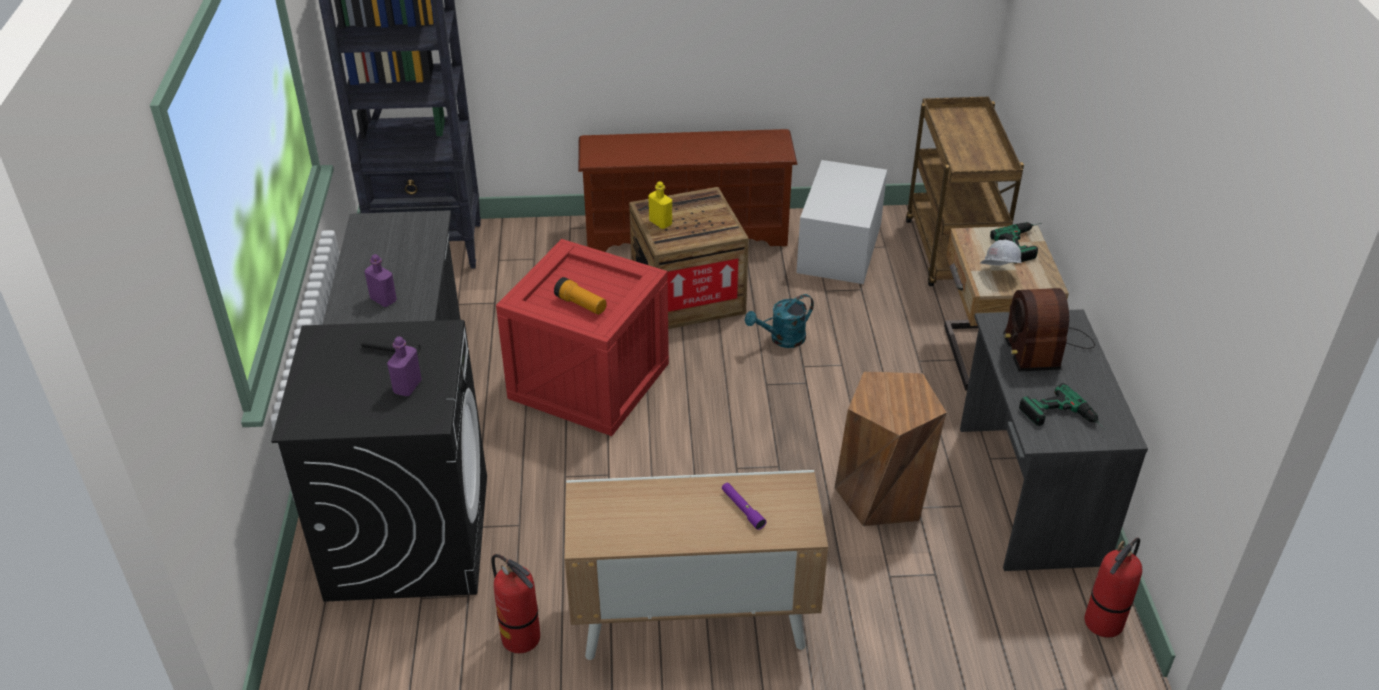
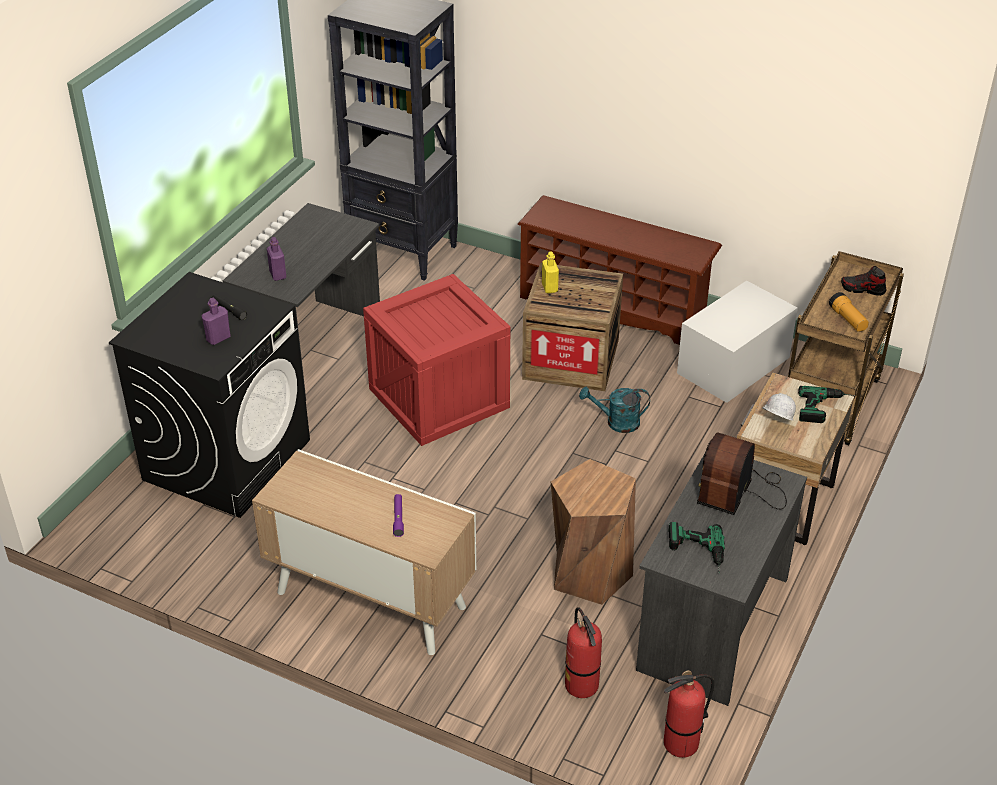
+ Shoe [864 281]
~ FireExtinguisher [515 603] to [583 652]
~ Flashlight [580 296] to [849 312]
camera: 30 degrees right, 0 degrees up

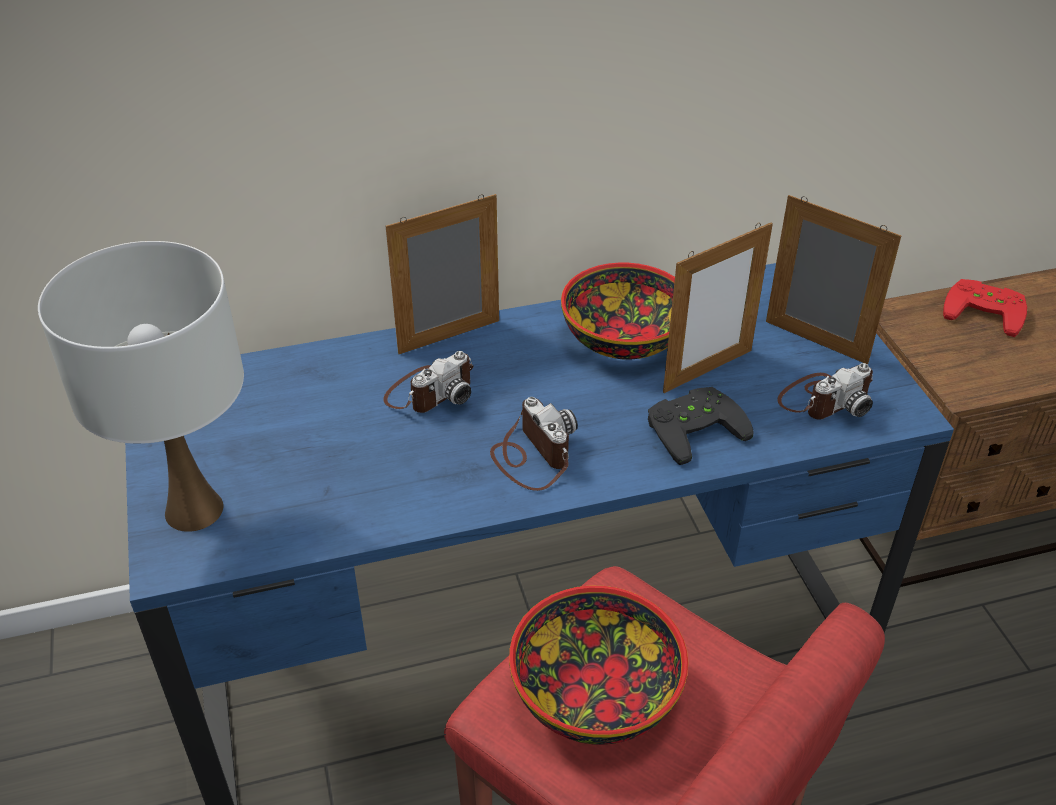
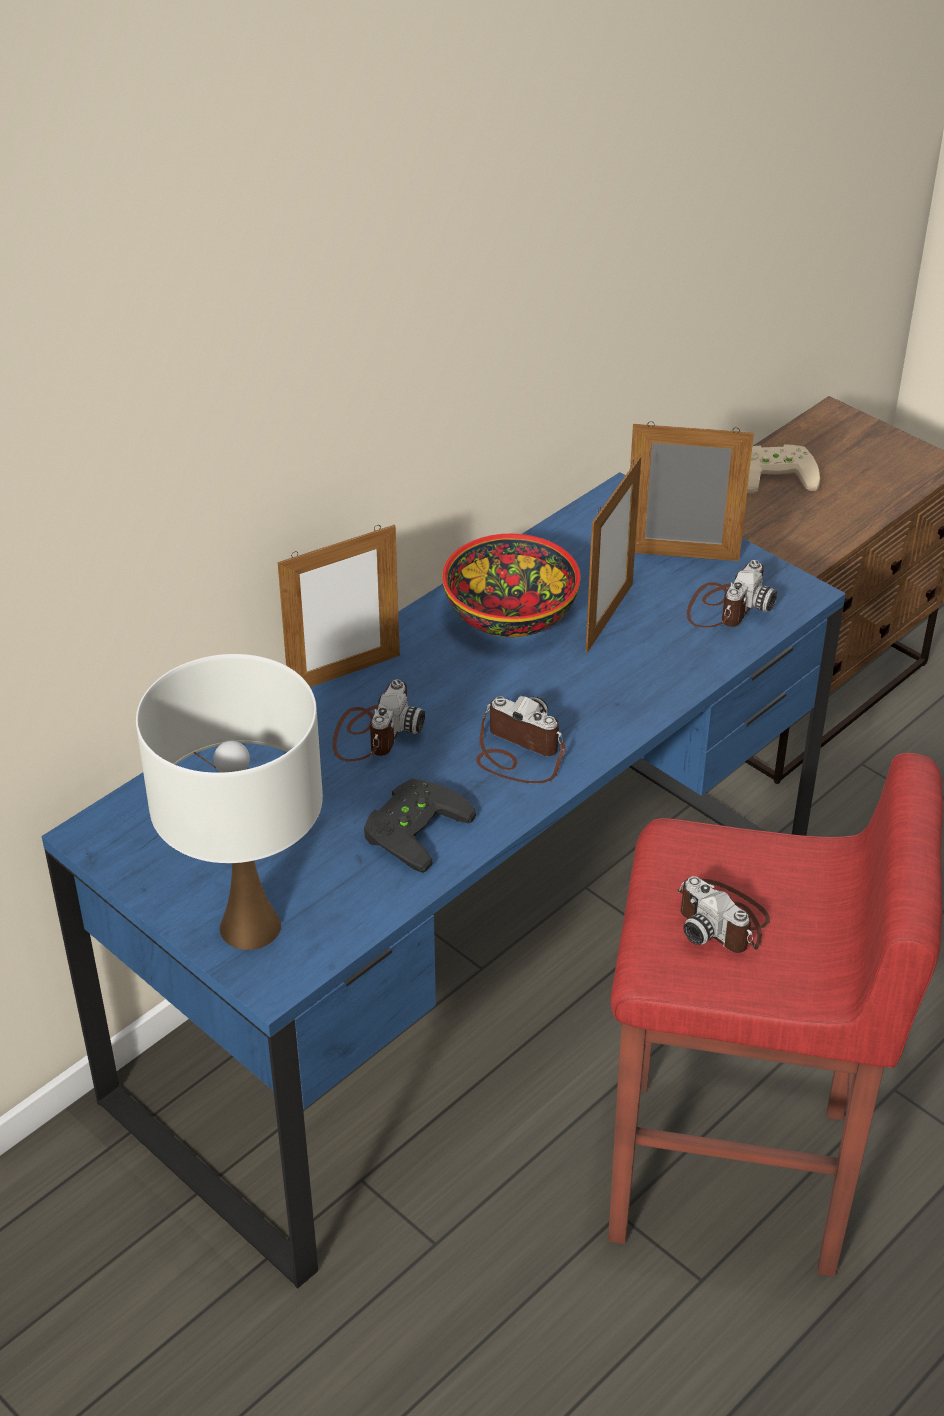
~ BlackGameController [701 426] to [420 825]
~ Bowl [598 665] to PhotoCamera [723 914]
~ RedGameController [985 308] to BeigeGameController [783 469]
~ PictureFrame [442 274] = [339 606] 150 degrees counterclockwise
camera: 30 degrees left, 0 degrees up

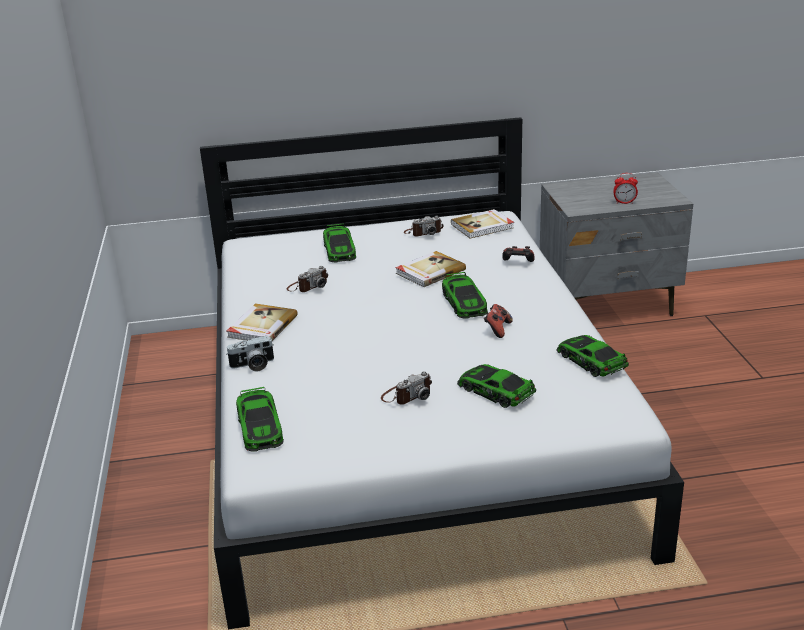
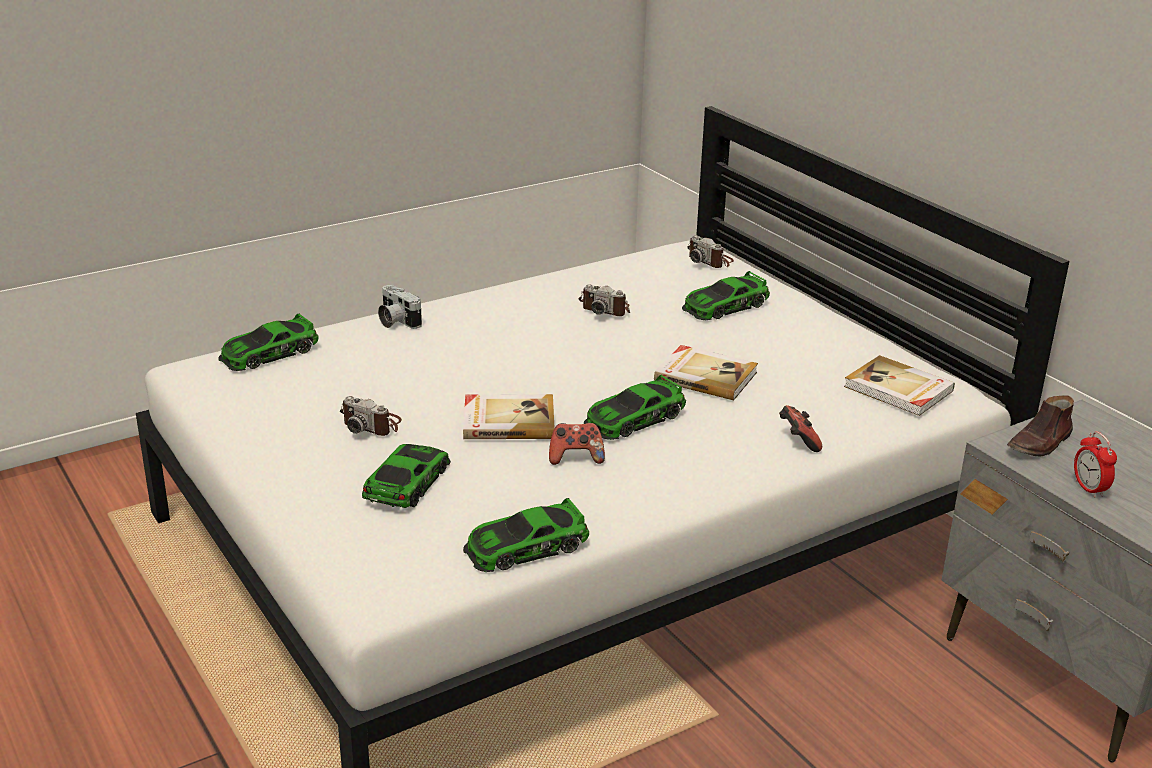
+ BrownShoe [1040 426]
~ Book [262 322] to [509 416]
~ PhotoCamera [424 226] to [710 251]
~ ToyCar [592 356] = [526 535] 150 degrees counterclockwise
camera: 65 degrees right, 0 degrees up

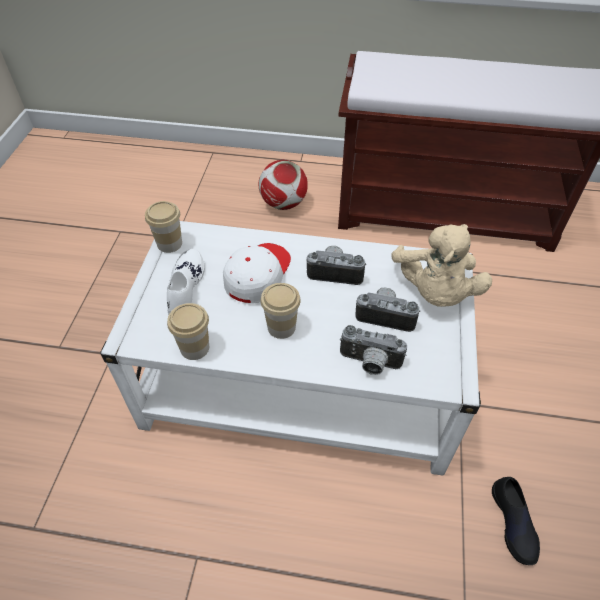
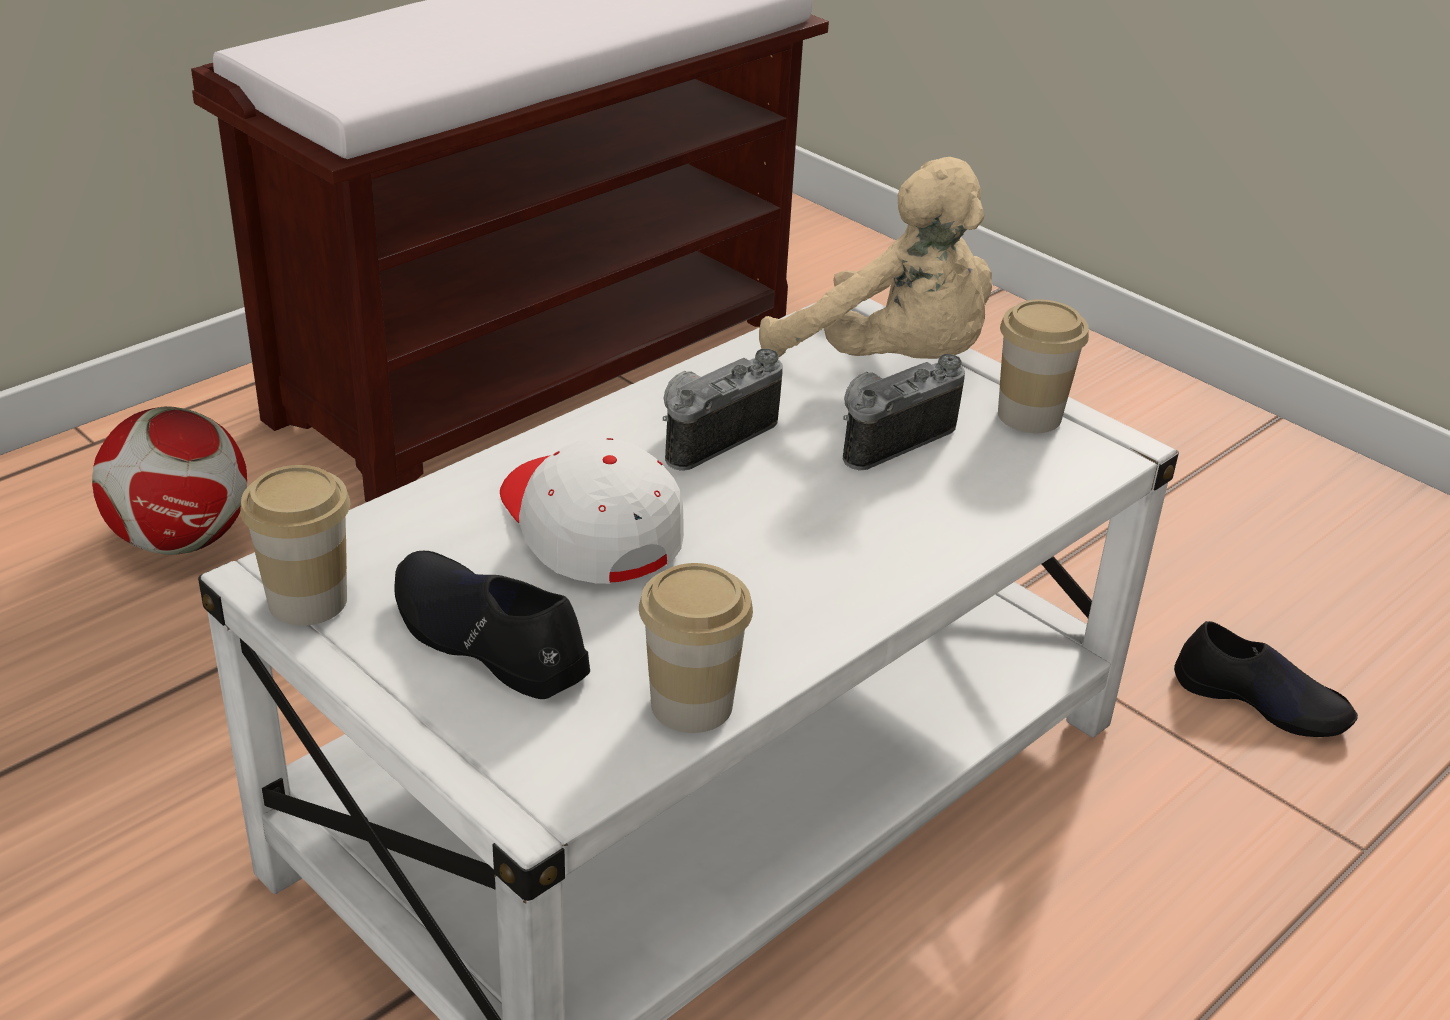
- PhotoCamera [373 350]
~ Cup [281 311] to [1043 366]
~ WhiteShoe [186 282] to BlackShoe [492 625]
camera: 55 degrees left, 15 degrees down

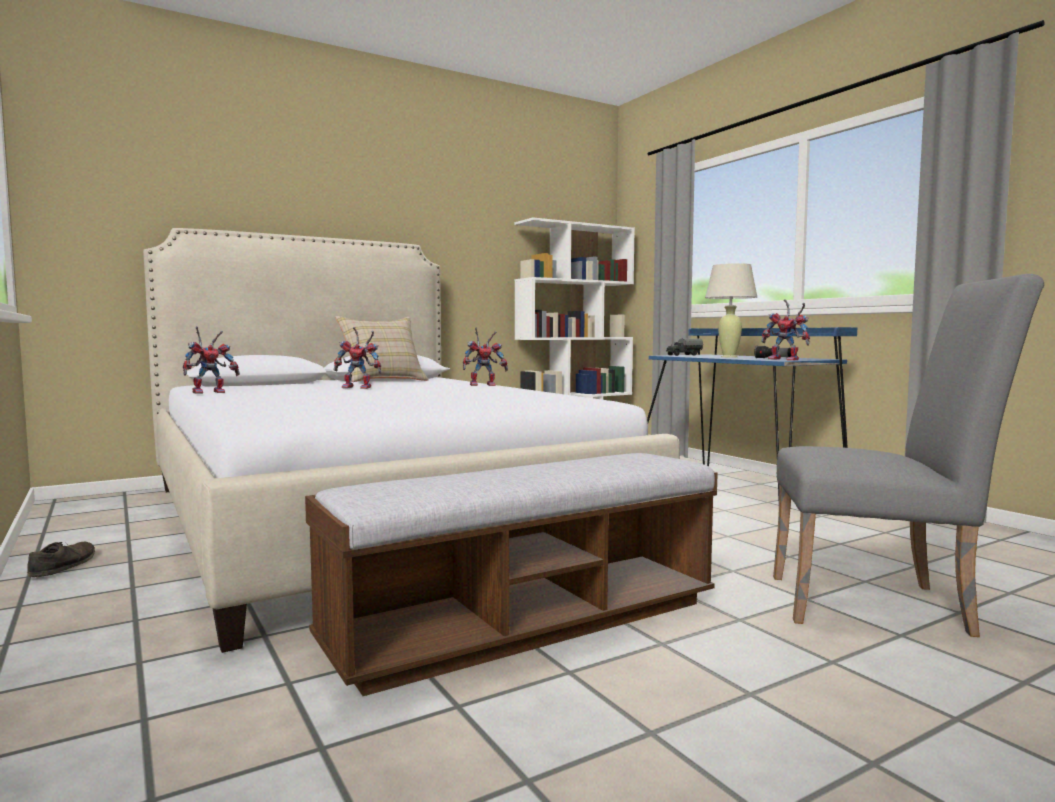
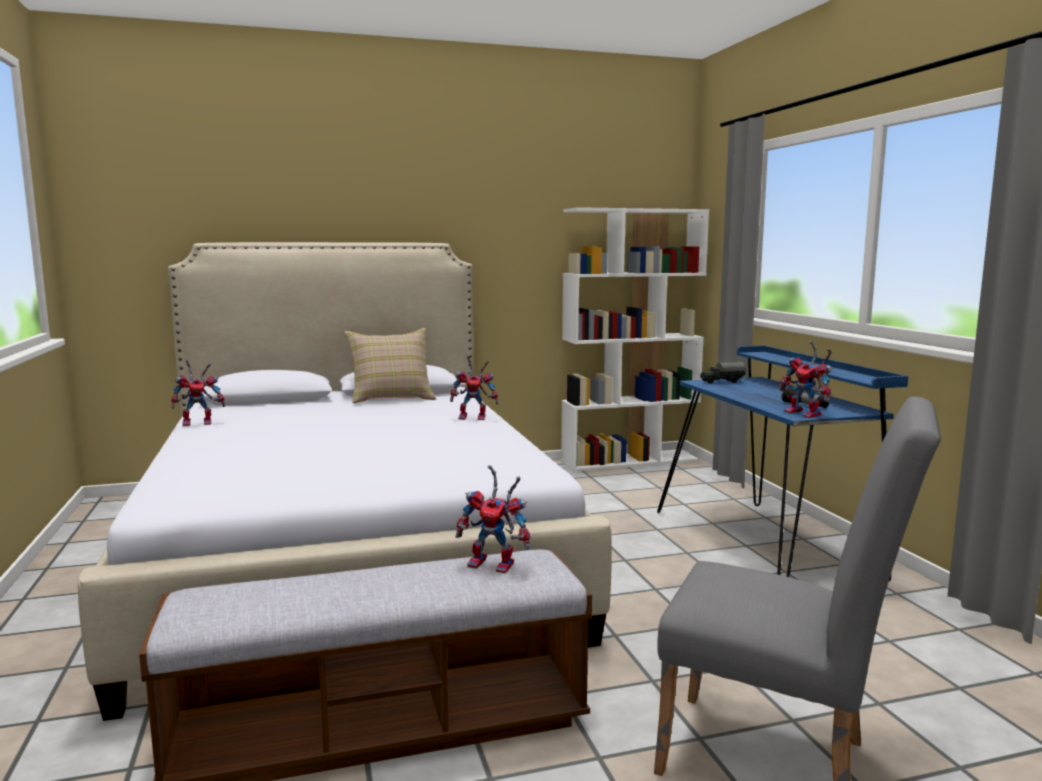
- BrownShoe [61 559]
- BeigeTableLamp [731 310]
~ ToyRobot [357 358] to [493 519]
camera: 15 degrees right, 5 degrees up

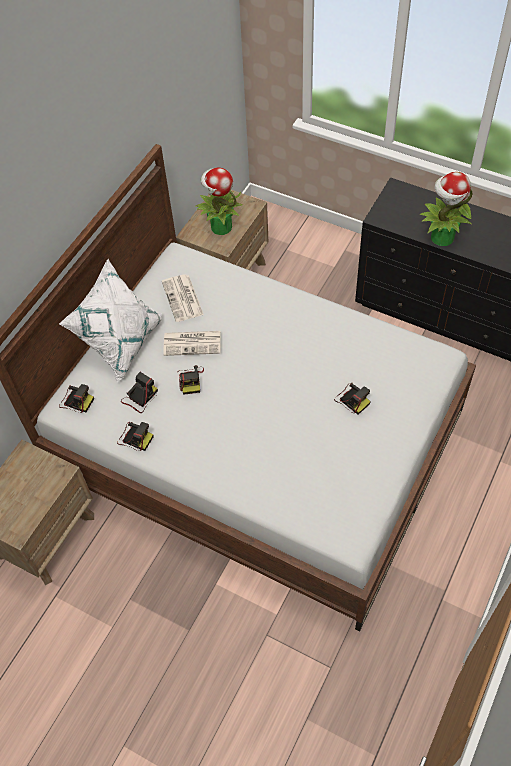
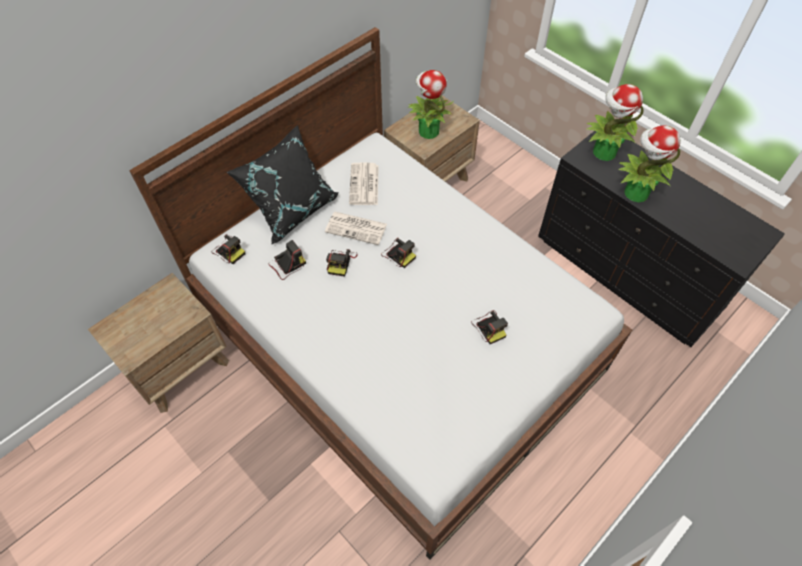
+ PottedPlant [615 122]
~ PhotoCamera [135 436] to [398 253]
~ WhitePillow [110 320] to BlackPillow [283 185]
camera: 15 degrees right, 0 degrees up

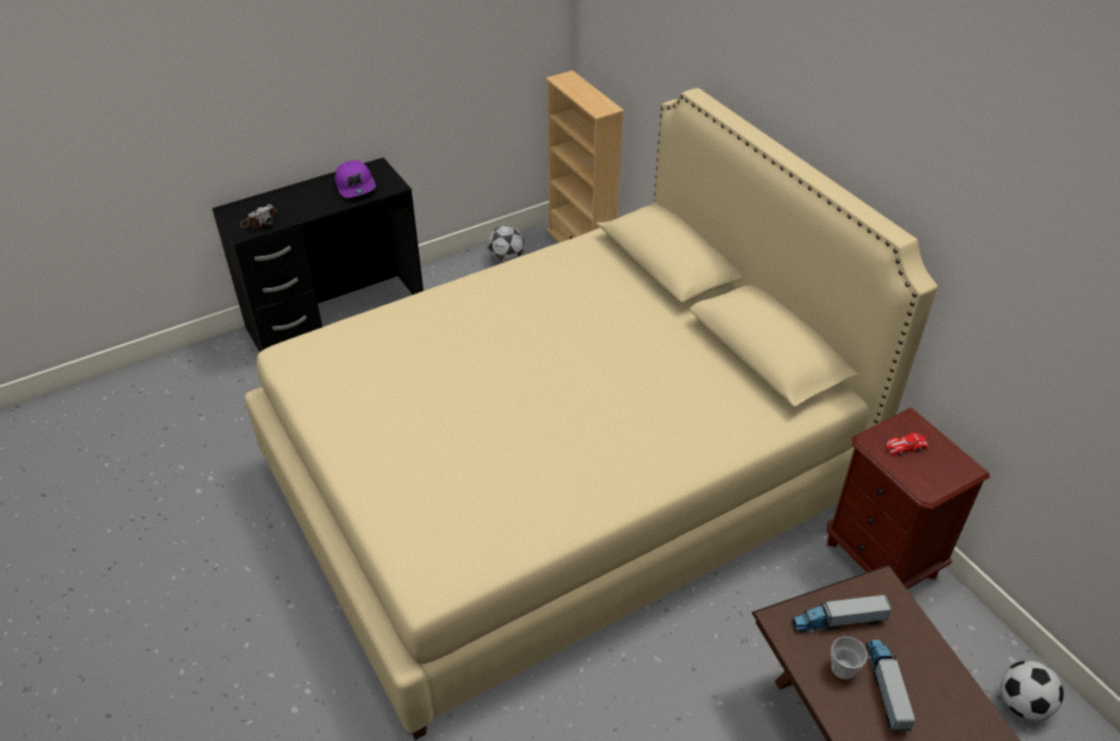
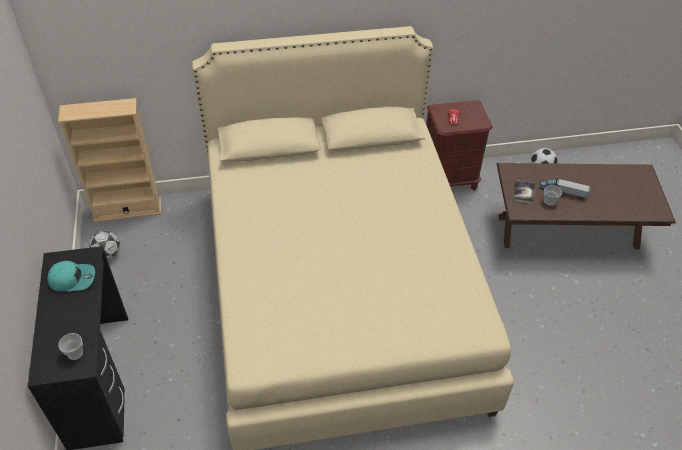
~ PhotoCamera [258 216] to Cup [70 346]
~ ToyTruck [841 613] to Book [524 192]
~ PurpleCap [355 179] to TurquoiseCap [71 276]
camera: 70 degrees left, 5 degrees up

